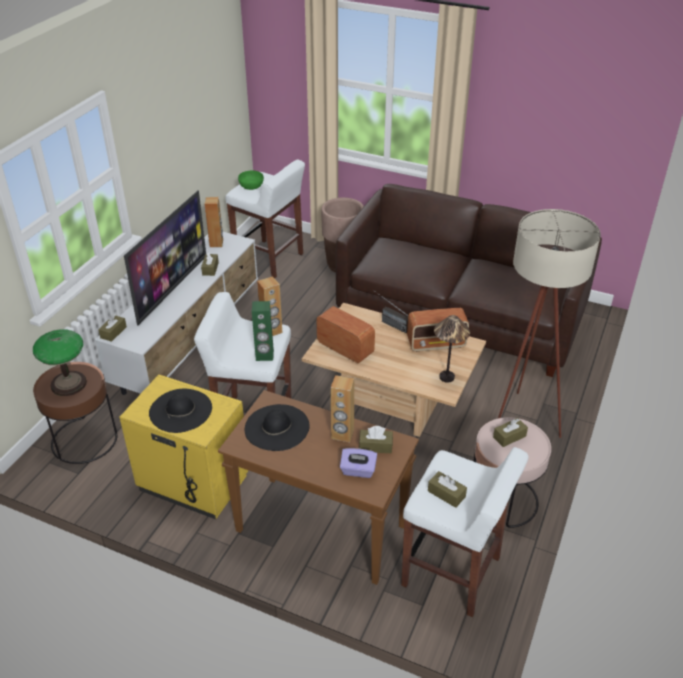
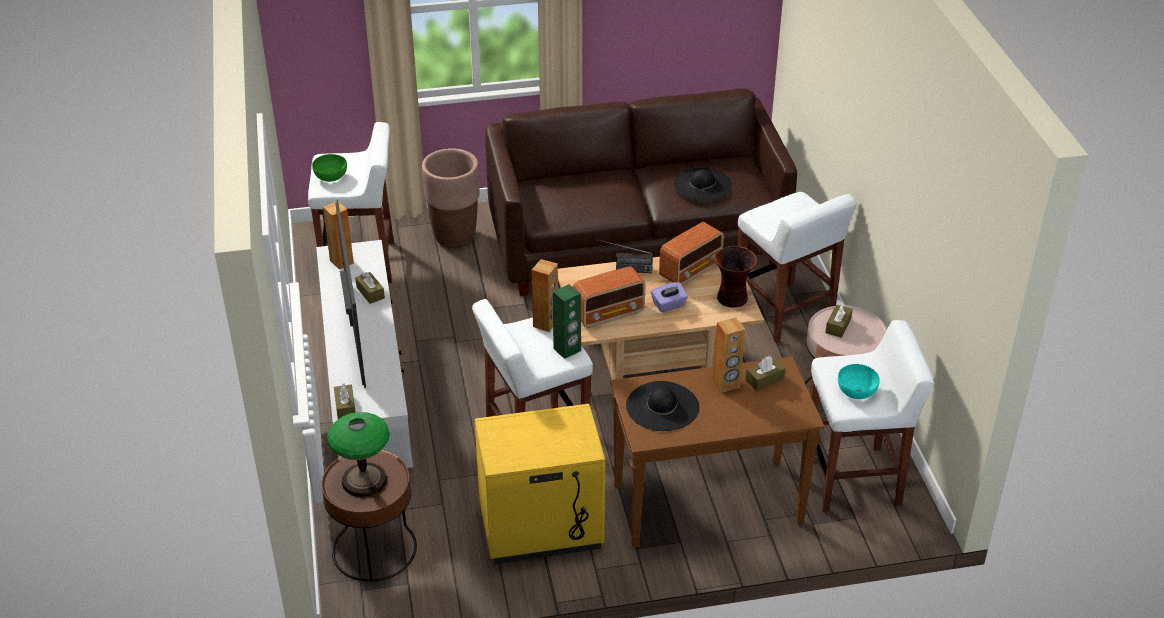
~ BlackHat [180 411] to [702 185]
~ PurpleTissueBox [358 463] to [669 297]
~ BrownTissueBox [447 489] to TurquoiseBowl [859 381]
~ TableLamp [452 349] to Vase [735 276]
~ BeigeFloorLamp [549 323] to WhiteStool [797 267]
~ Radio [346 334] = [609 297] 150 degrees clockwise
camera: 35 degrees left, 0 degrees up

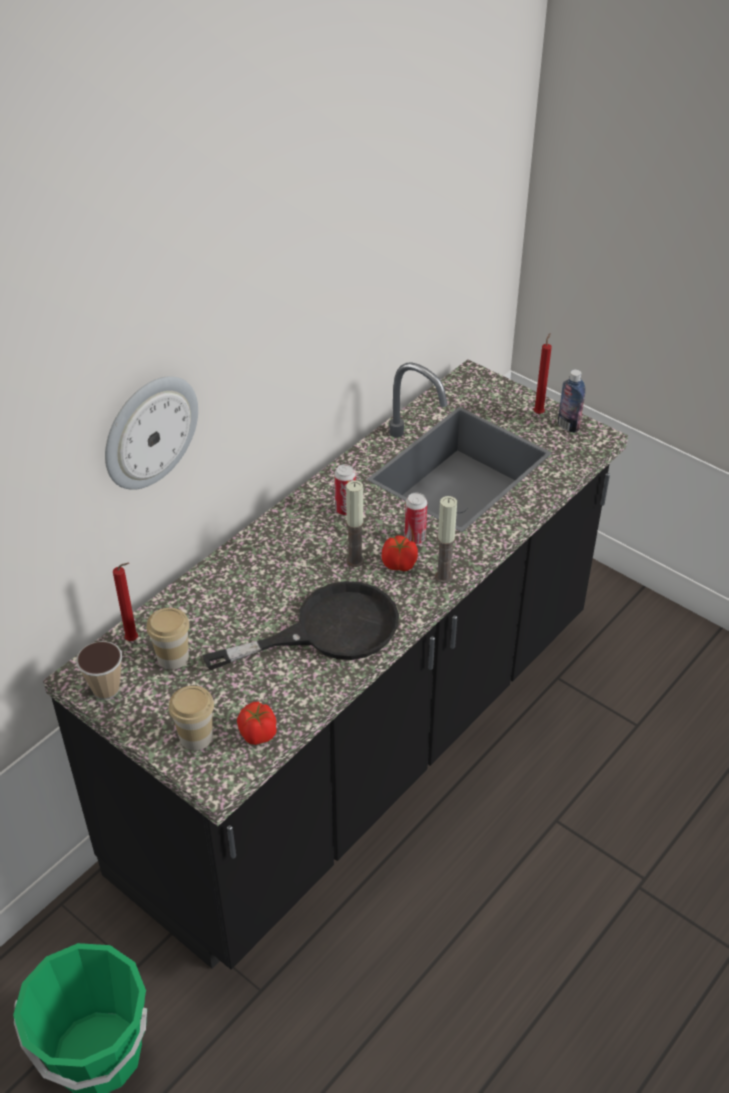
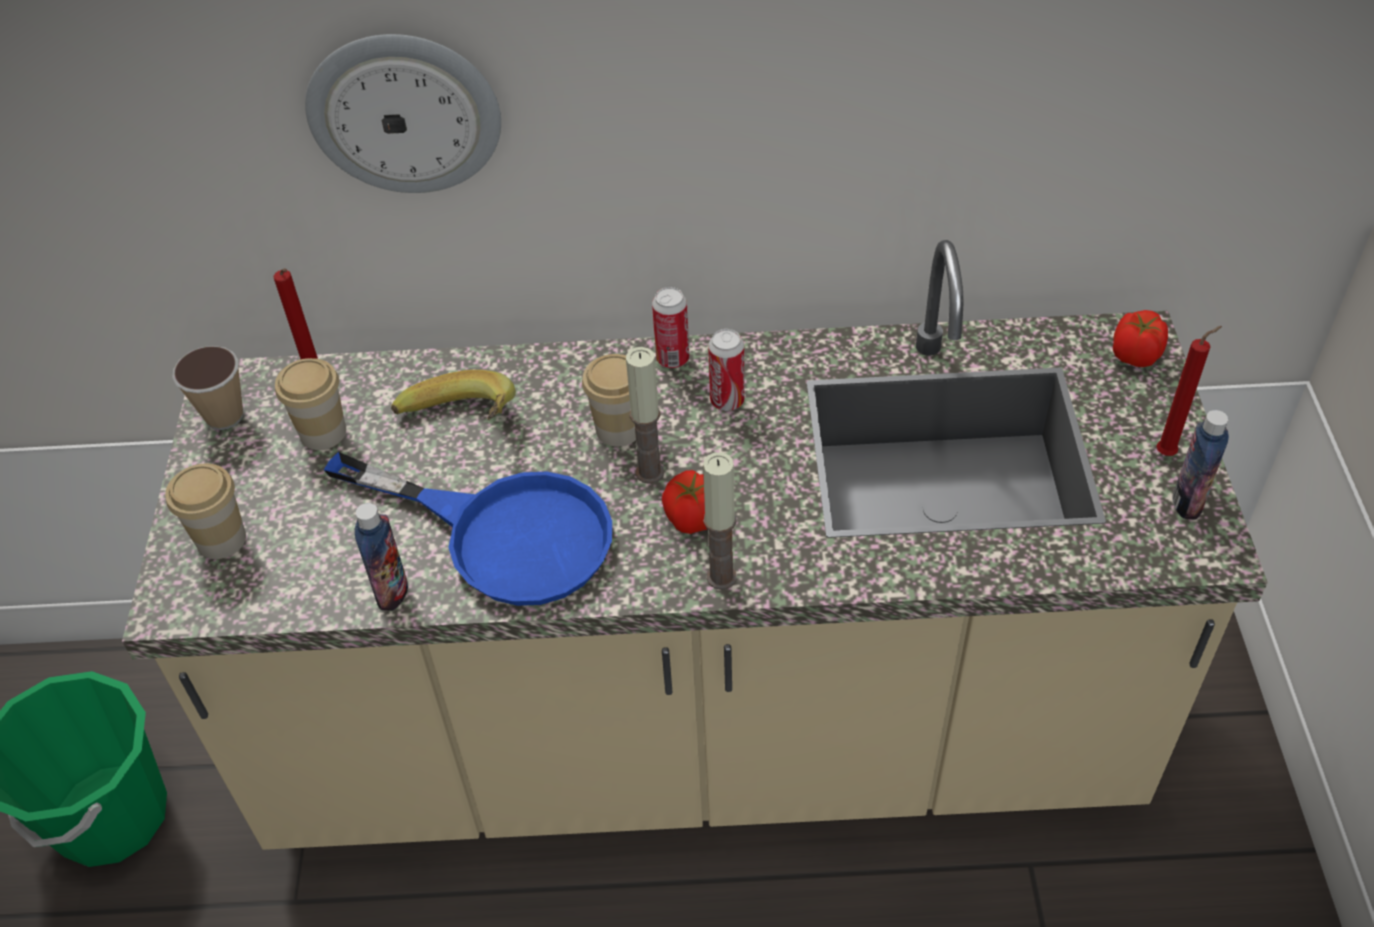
+ Bottle [381 557]
+ Banana [453 395]
+ Cup [609 400]
~ Tomato [256 723] to [1140 338]
~ Can [415 518] to [670 327]
~ BlackCounter [335 664] to BeigeCounter [695 545]
~ BlackFryingPan [301 625] to BlueFryingPan [468 529]
camera: 50 degrees right, 5 degrees up

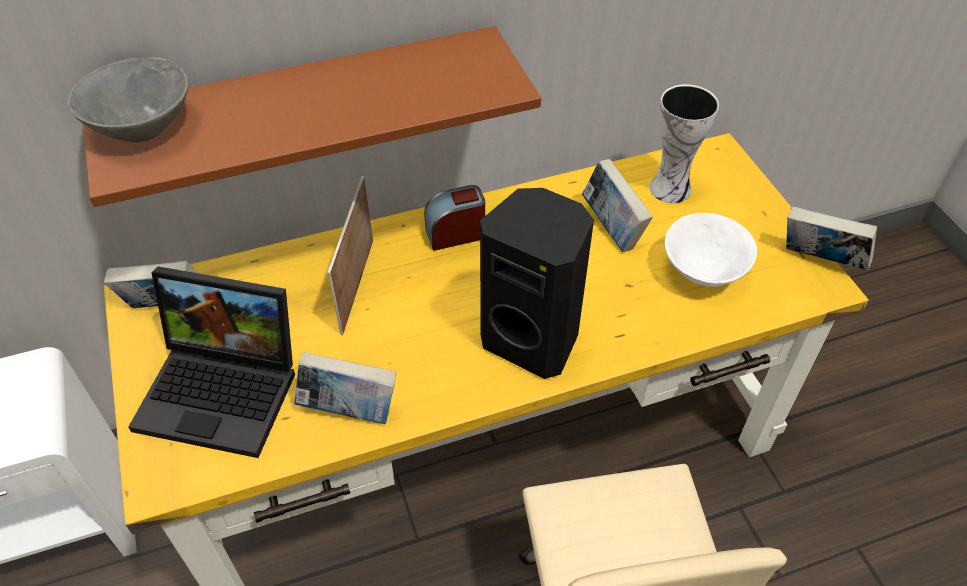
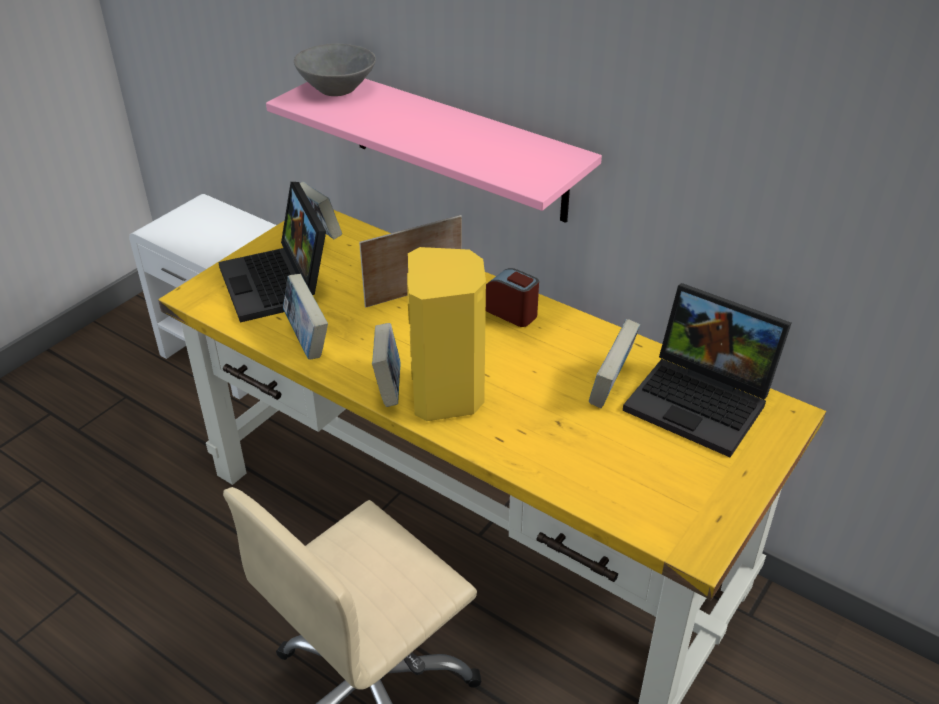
- WhiteBowl [711 250]
~ Book [831 238] to [386 365]
~ Vase [684 143] to Laptop [707 370]
~ BrownShelf [312 116] to PinkShelf [434 151]
~ BlackSpeaker [537 283] to YellowSpeaker [446 334]
camera: 55 degrees right, 10 degrees down

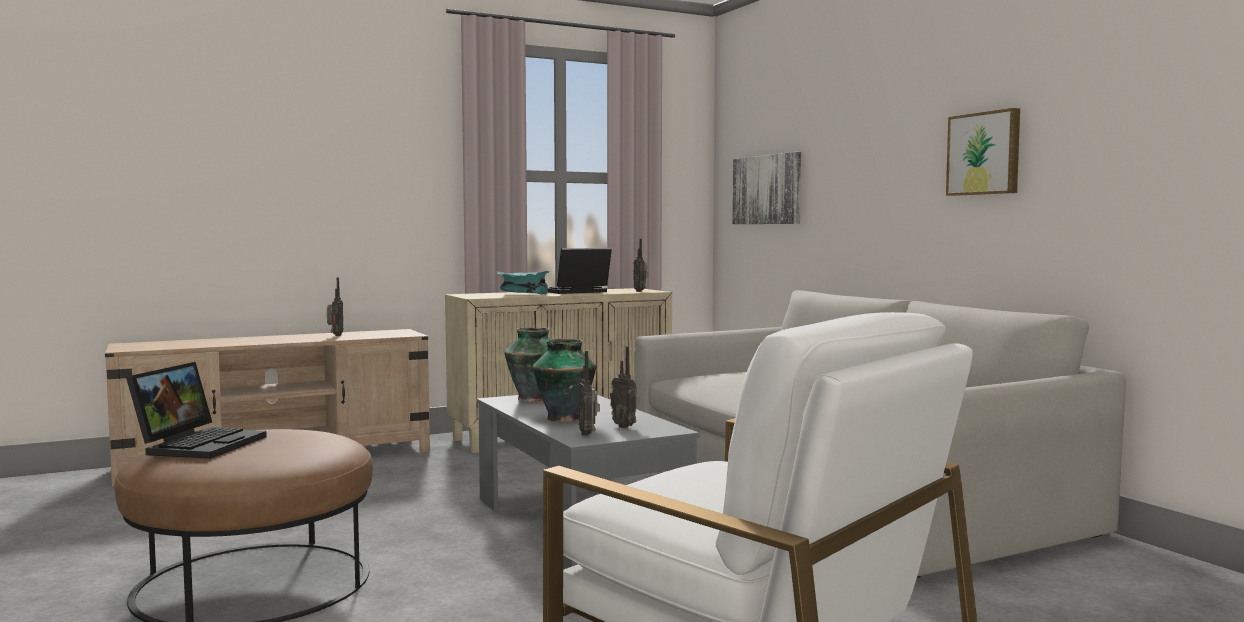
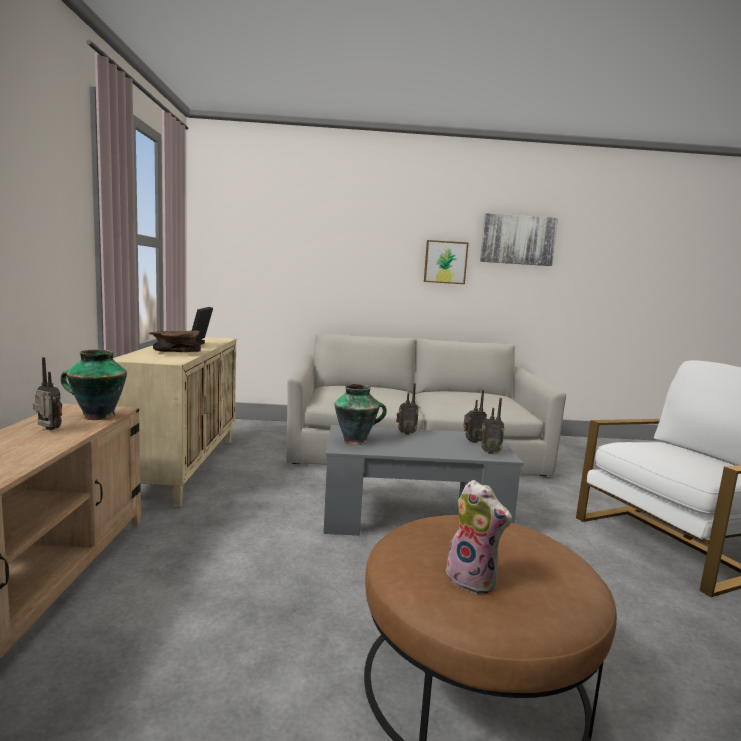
~ Vase [564 380] to [93 385]
~ Radio [641 265] to [407 409]
~ Picture [766 188] to [519 239]
~ Laptop [196 410] to PlushToy [479 537]
~ TurquoiseBowl [522 282] to BrownBowl [175 341]
camera: 65 degrees left, 5 degrees up

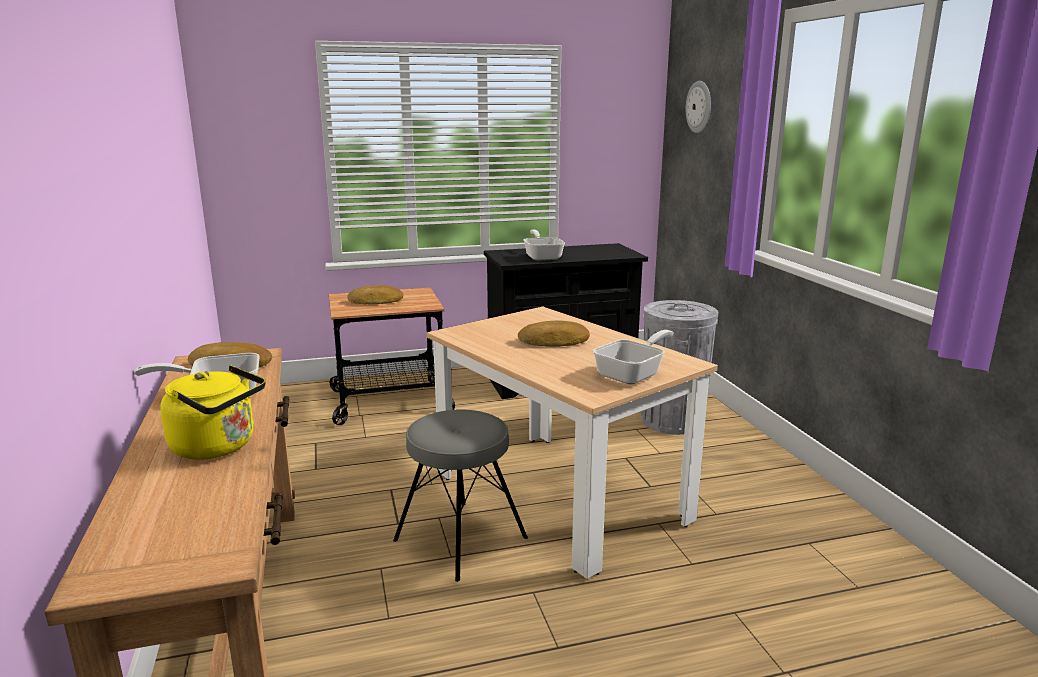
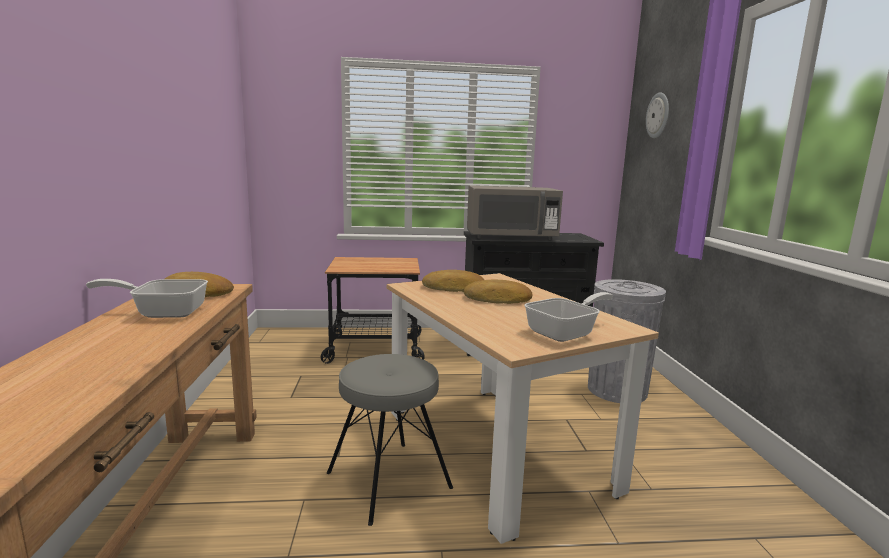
- YellowKettle [213 412]
~ Bread [375 295] to [453 281]
~ FryingPan [544 245] to GreyMicrowave [515 212]
camera: 10 degrees right, 5 degrees down

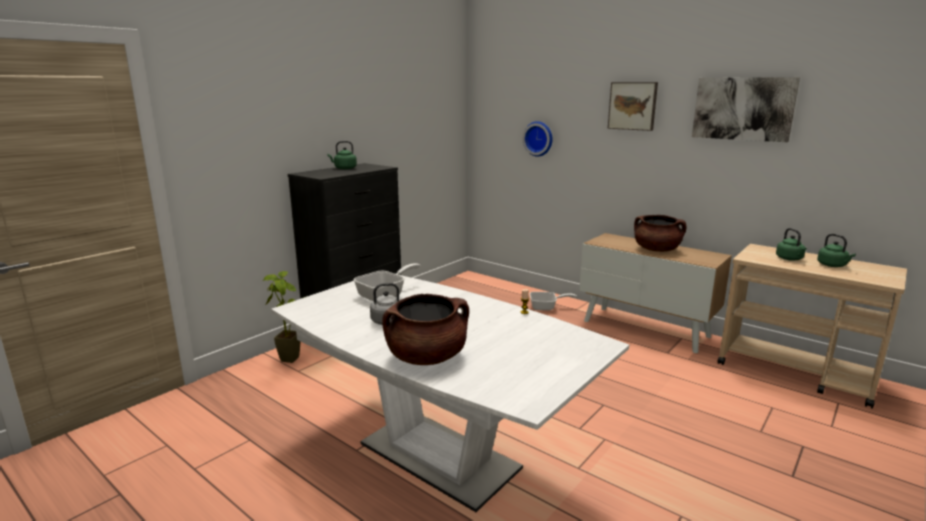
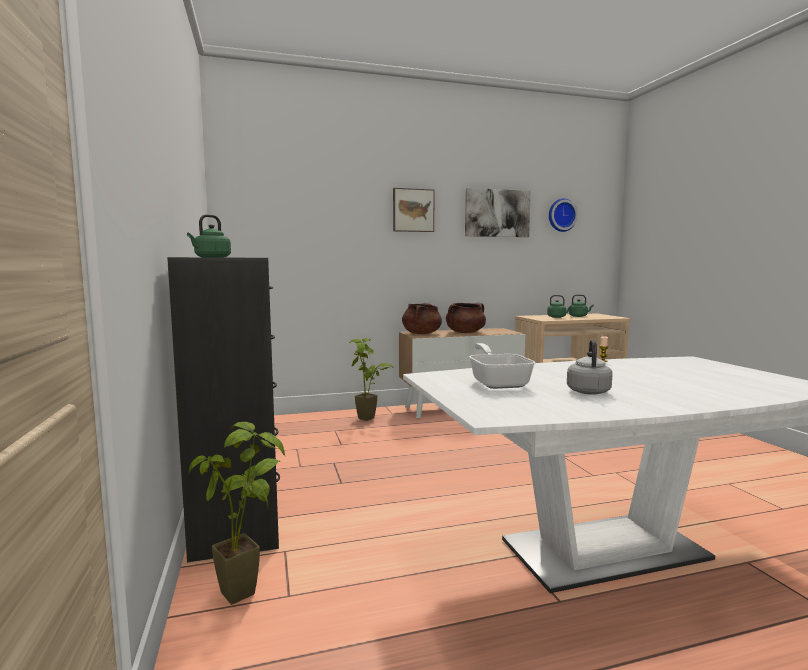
~ BrownCookingPot [425 329] to [422 318]
~ WallClock [537 139] to [563 215]
~ FryingPan [553 301] to PottedPlant [372 379]
camera: 55 degrees left, 10 degrees down

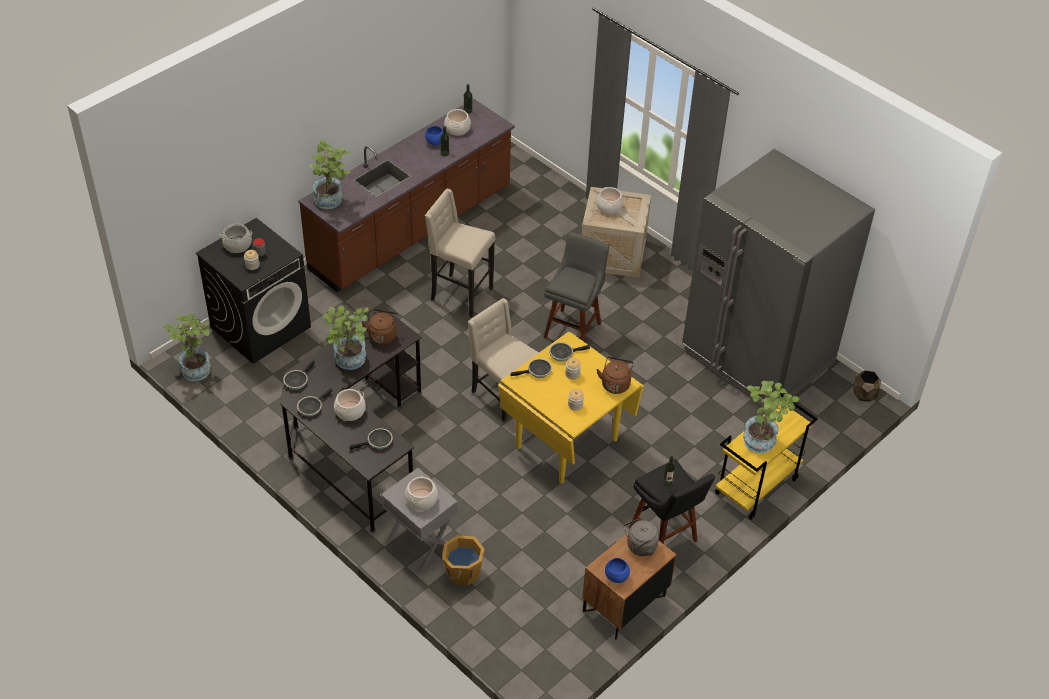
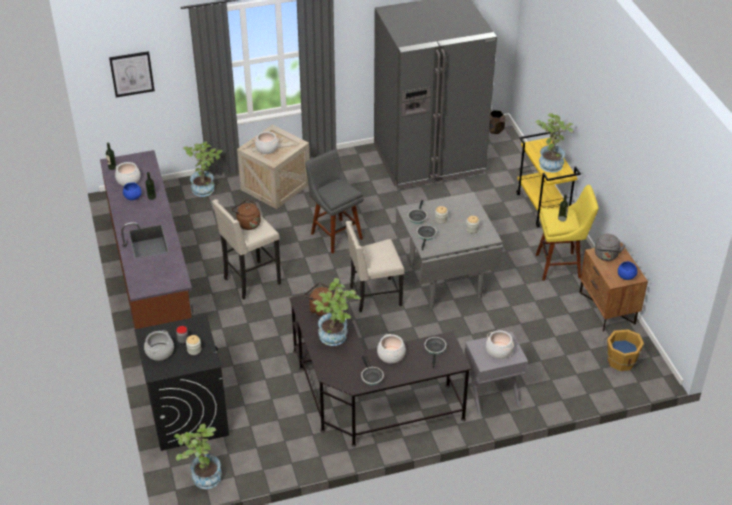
- FryingPan [299 375]
+ Picture [132 74]
~ PottedPlant [330 174] to [202 169]
~ OrangeBucket [463 560] to [624 350]
~ BrownKettle [615 375] to [246 215]
~ YellowDiningTable [571 408] to GreyDiningTable [449 250]
~ BlackStool [672 501] to YellowStool [567 233]
camera: 60 degrees left, 5 degrees down

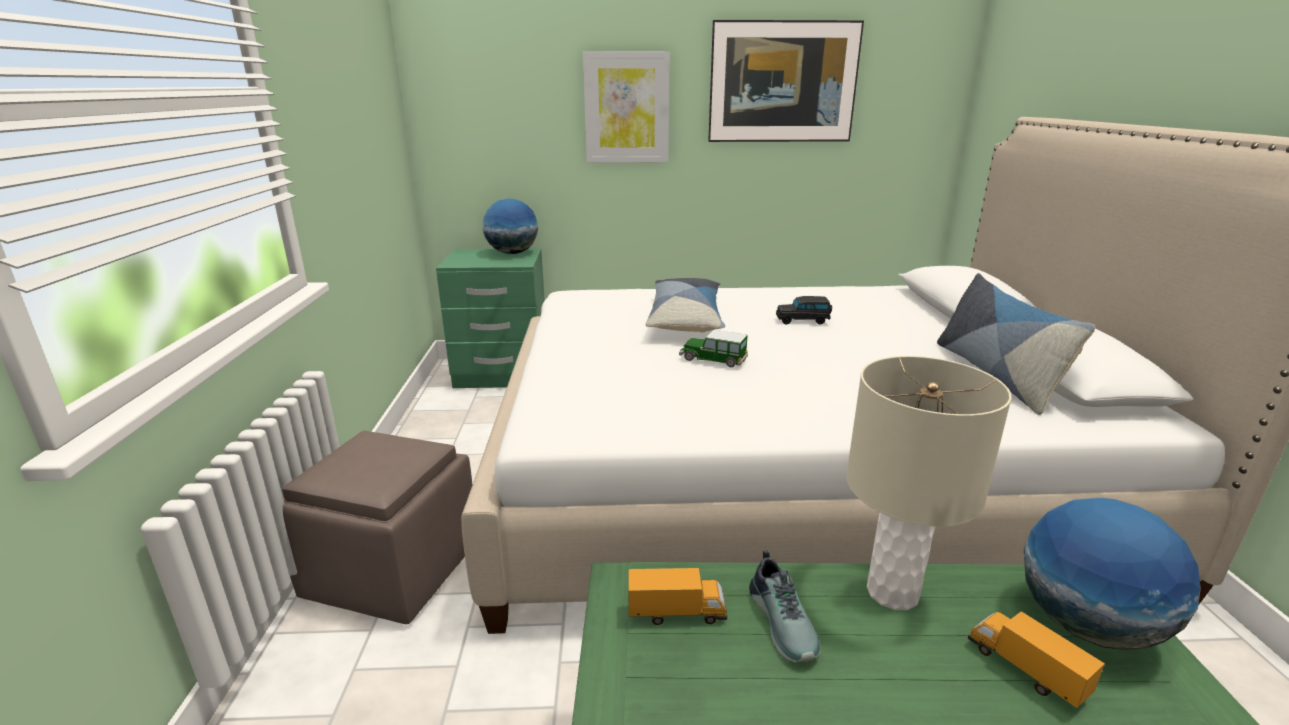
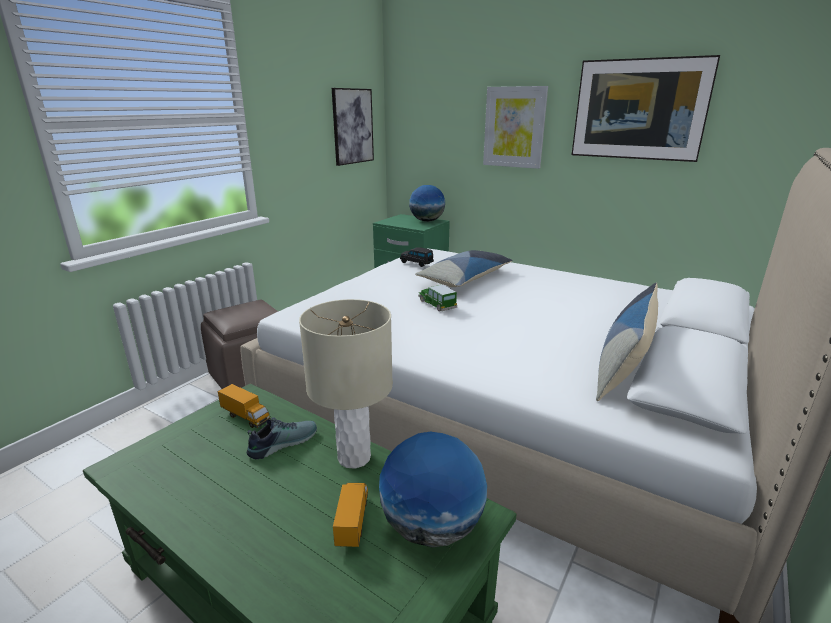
+ Picture [353 127]
~ BlackToyCar [804 310] to [417 257]
~ Shoe [785 606] = [282 438] 150 degrees counterclockwise
camera: 35 degrees right, 0 degrees up

